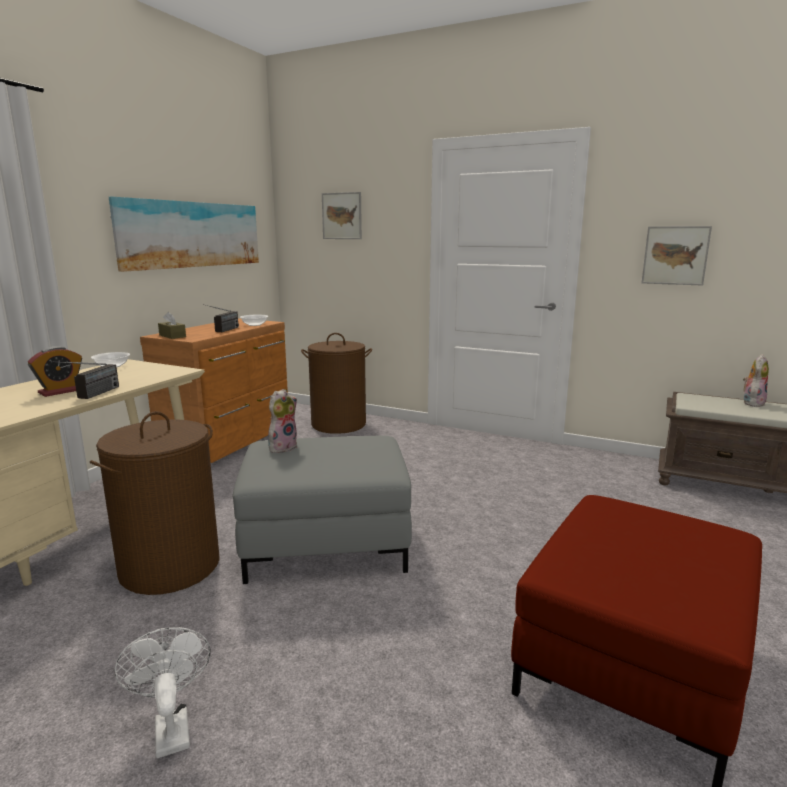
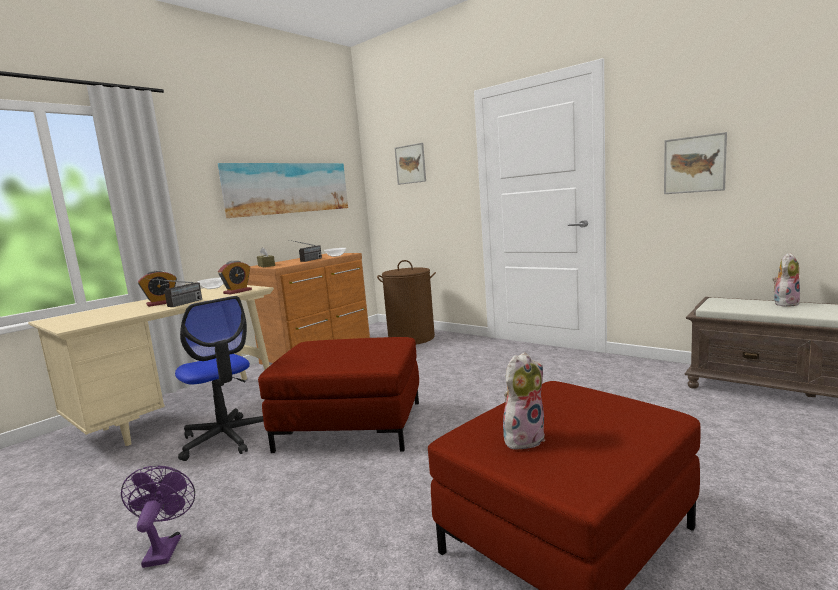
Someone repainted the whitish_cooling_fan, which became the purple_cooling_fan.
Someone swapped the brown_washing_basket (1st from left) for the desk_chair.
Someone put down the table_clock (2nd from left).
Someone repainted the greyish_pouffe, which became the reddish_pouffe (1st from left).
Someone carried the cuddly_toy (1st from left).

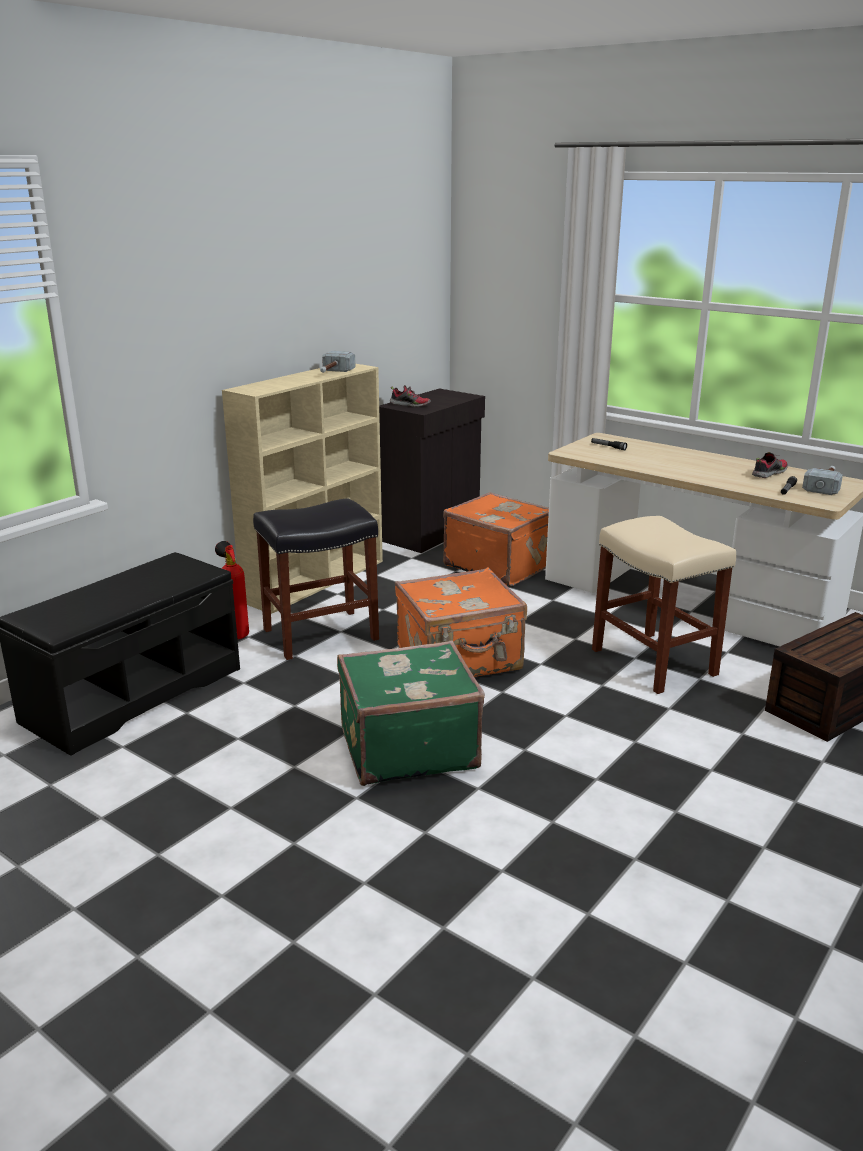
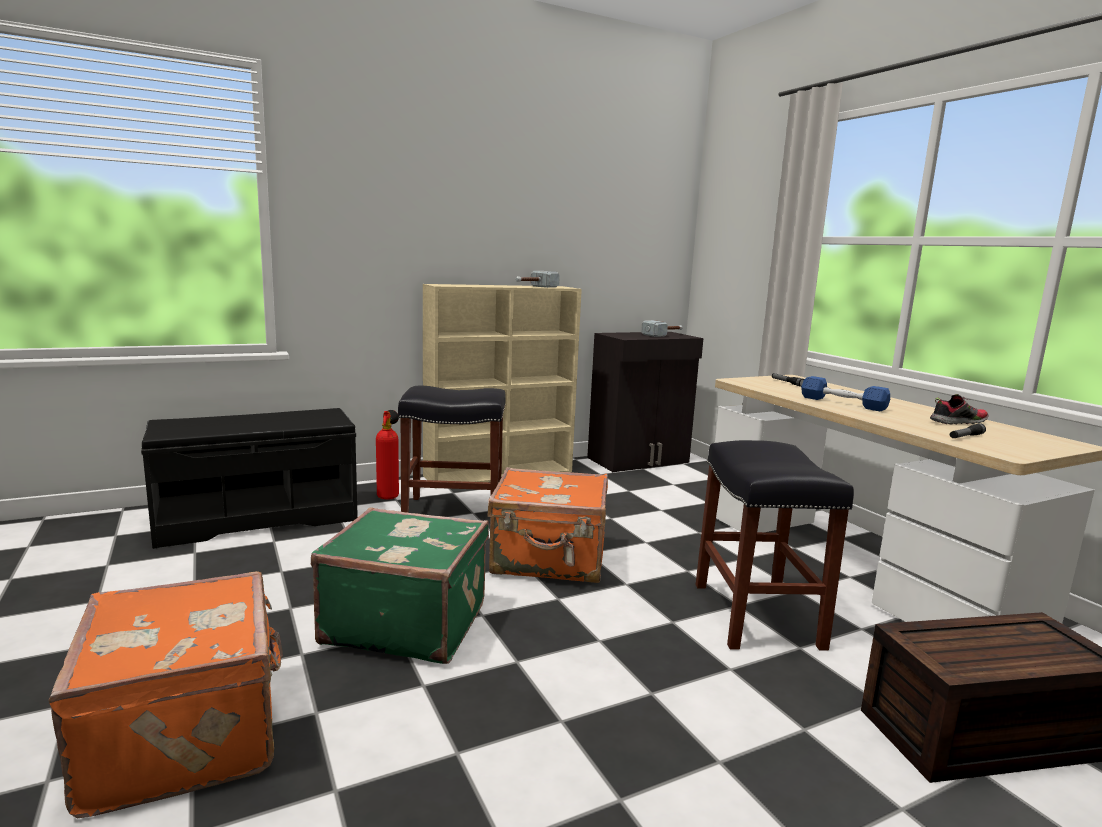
Someone carried the orange_piece_of_luggage (2nd from left in the first image).
Someone carried the tool_hammer (2nd from left).
Someone repainted the beige-coloured_stool, which became the blackish_stool (2nd from left).
Someone put down the blue_free_weight.
Someone took away the item_of_footwear (1st from left).

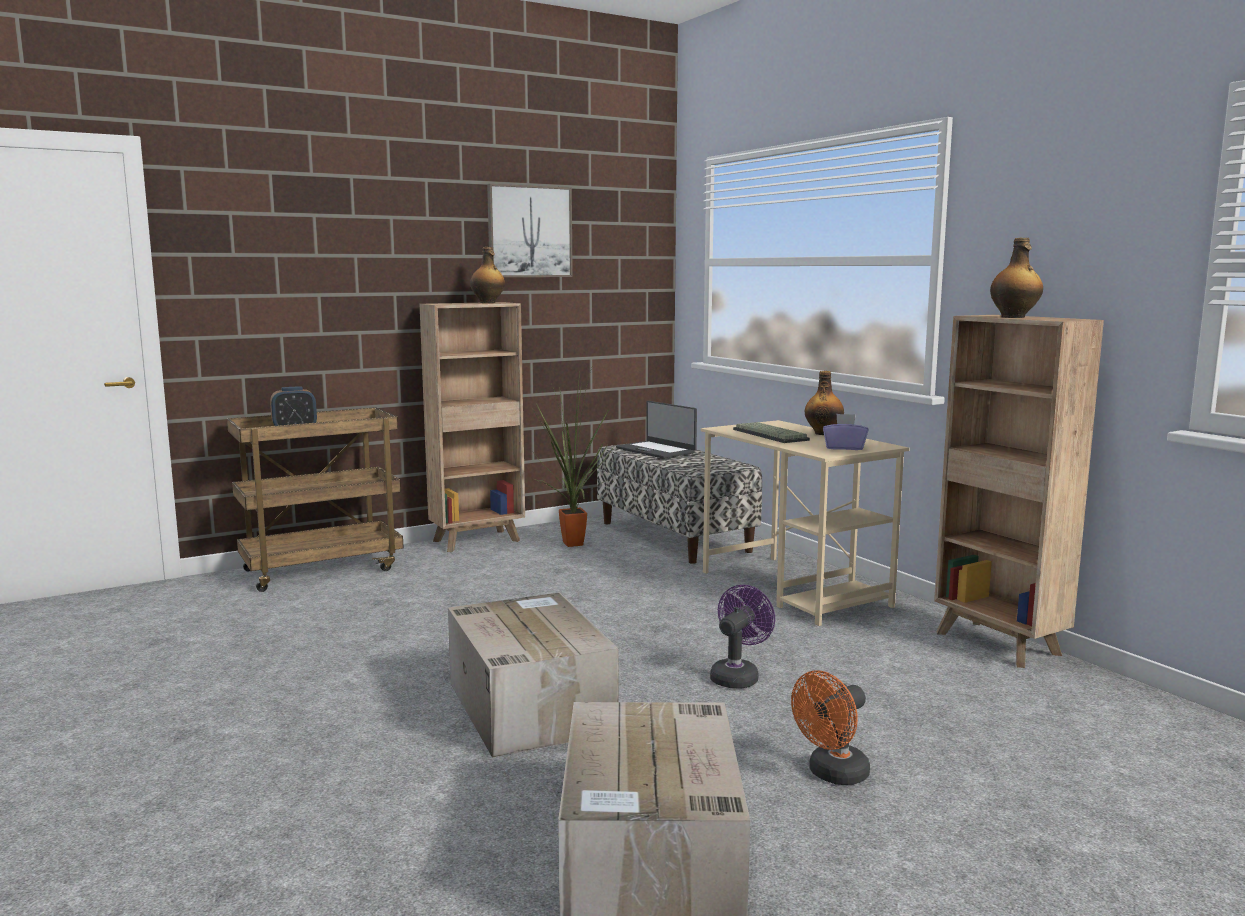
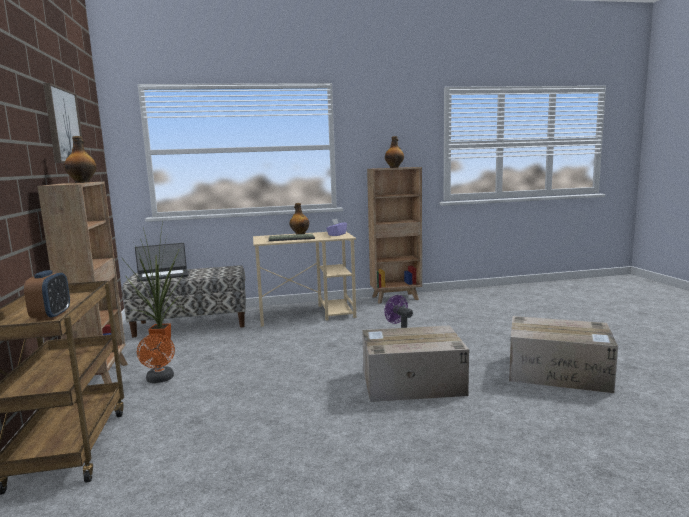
Someone carried the orange_cooling_fan.

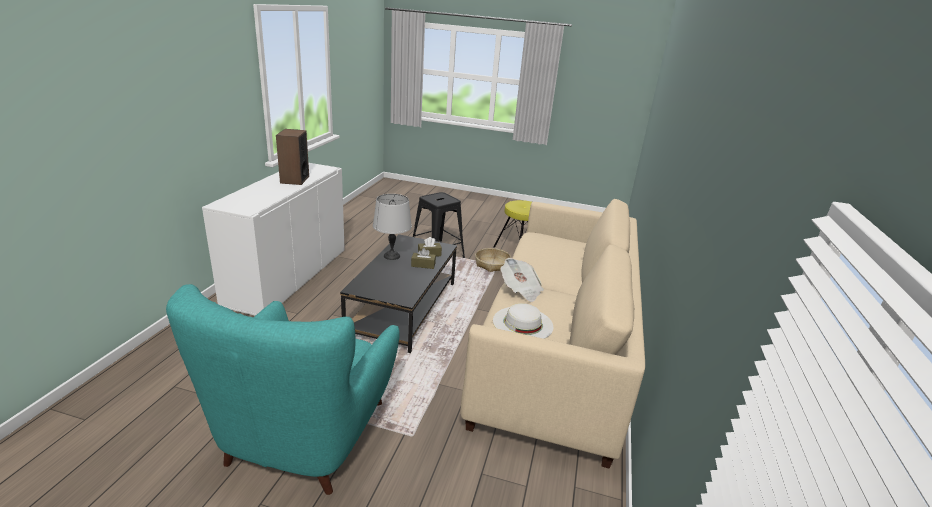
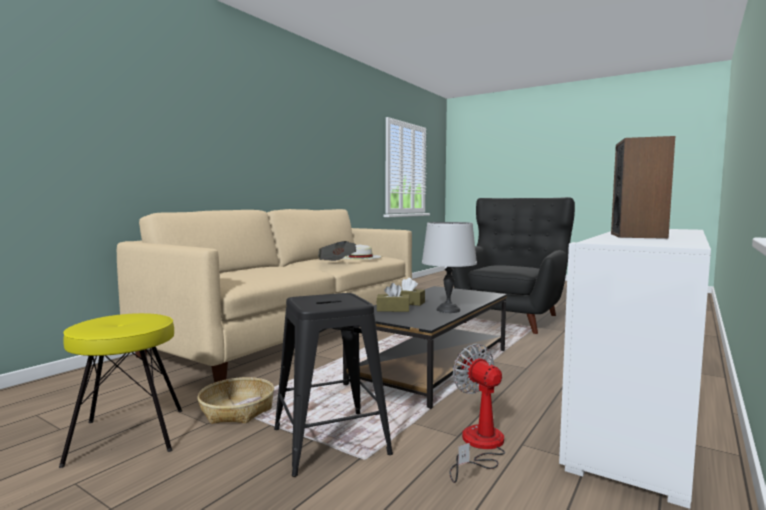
Someone put down the cooling_fan.
Someone repainted the blue-green_armchair, which became the blackish_armchair.

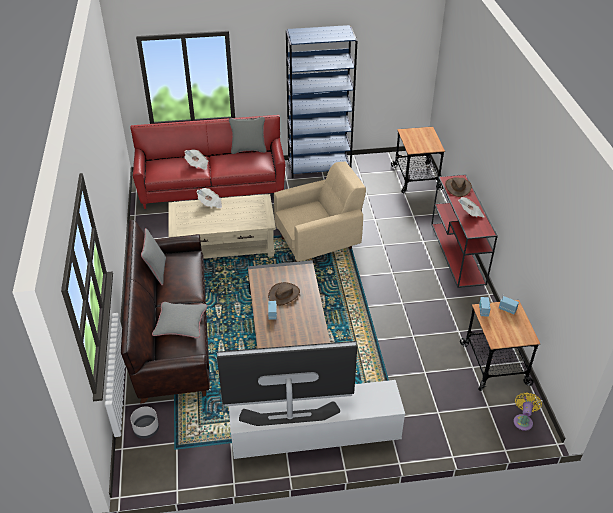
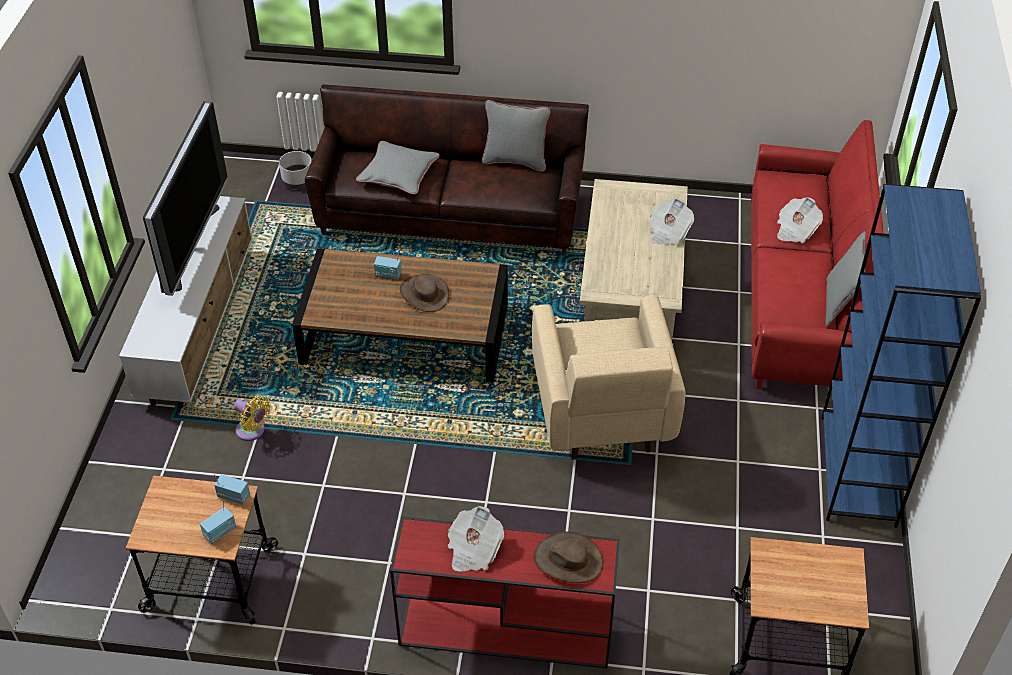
Someone carried the yellow_cooling_fan.

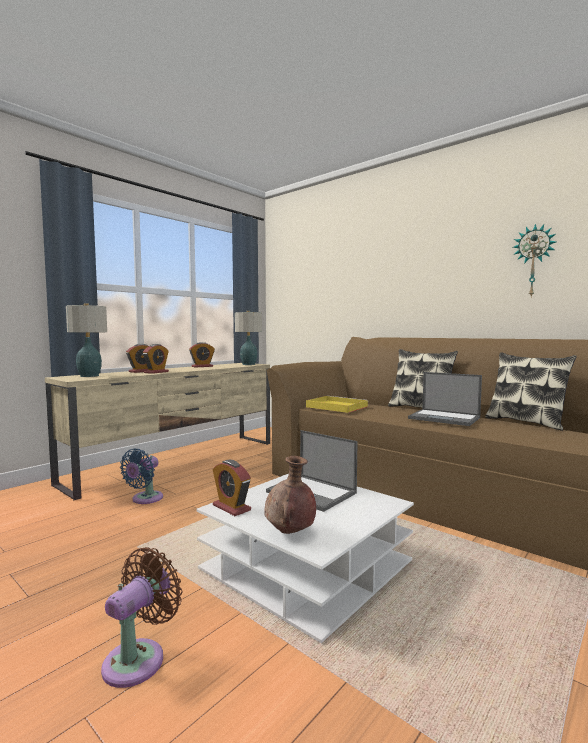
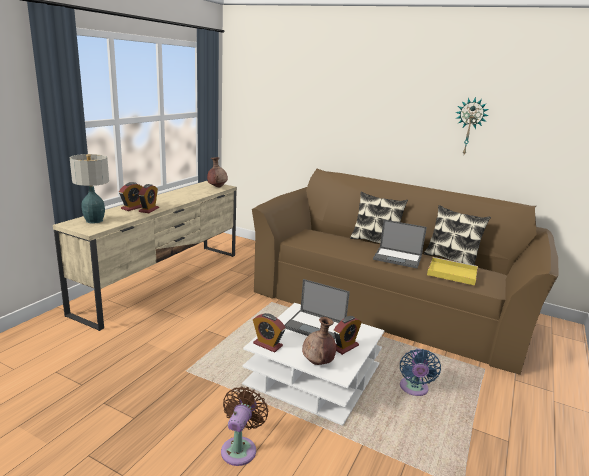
Someone swapped the table_lamp (2nd from left) for the brown_flower_vase (1st from left).
Someone carried the table_clock (3rd from left in the first image).
Someone carried the blue_cooling_fan.
Someone carried the yellow_carrying_tray.

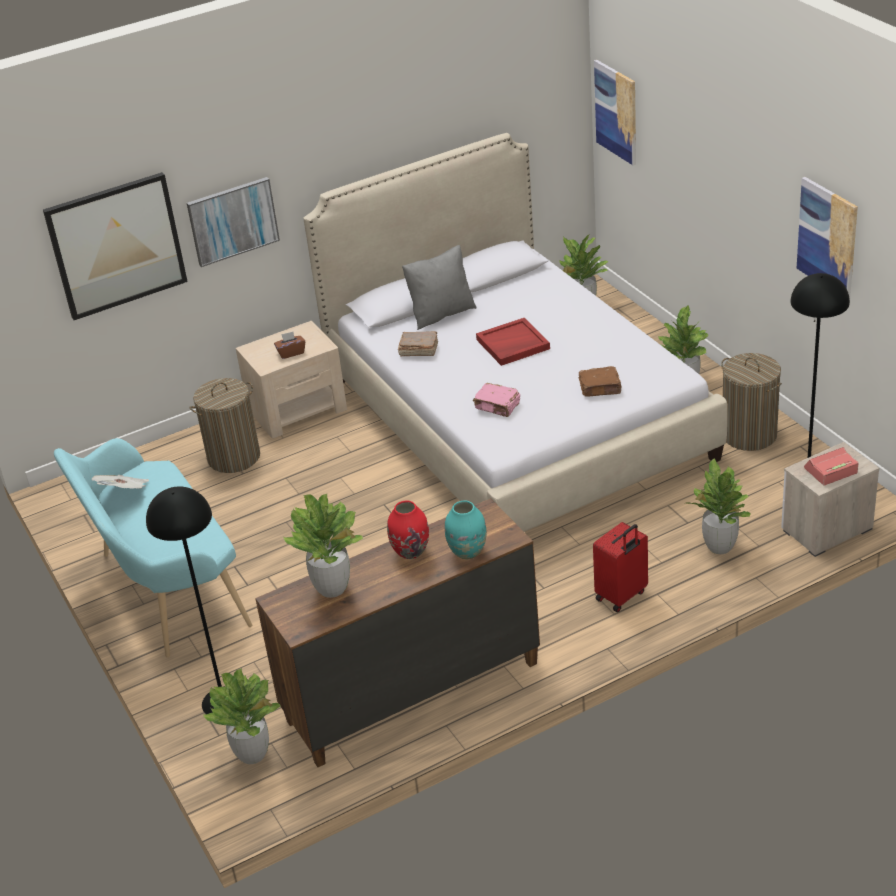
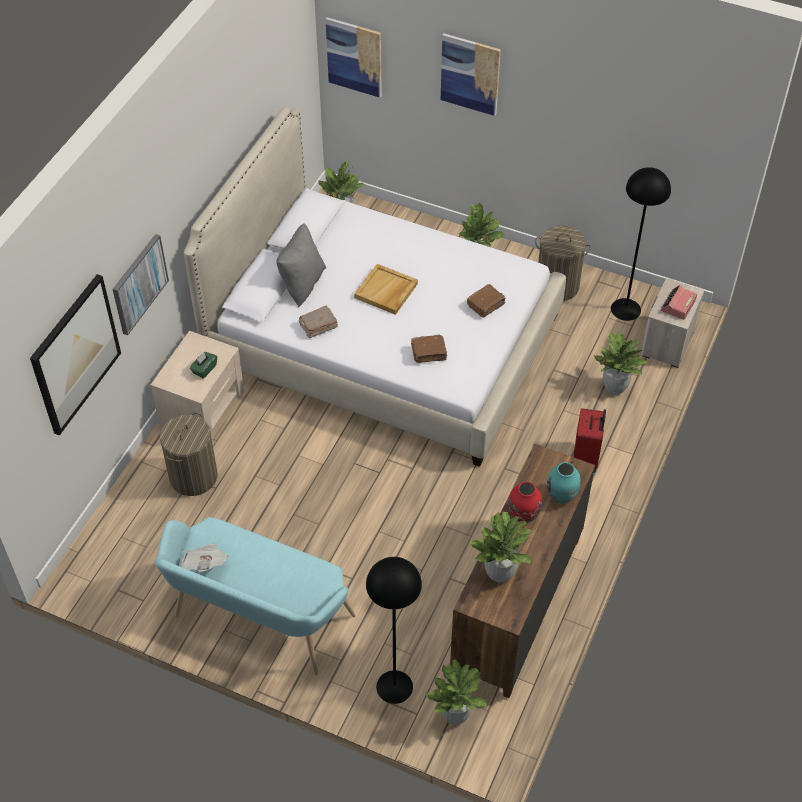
Someone repainted the brown_tissue_box, which became the greenish_tissue_box.
Someone repainted the reddish_carrying_tray, which became the beige-coloured_carrying_tray.
Someone repainted the pinkish_volume, which became the brown_volume (2nd from left).
Someone carried the wall_art (4th from left).

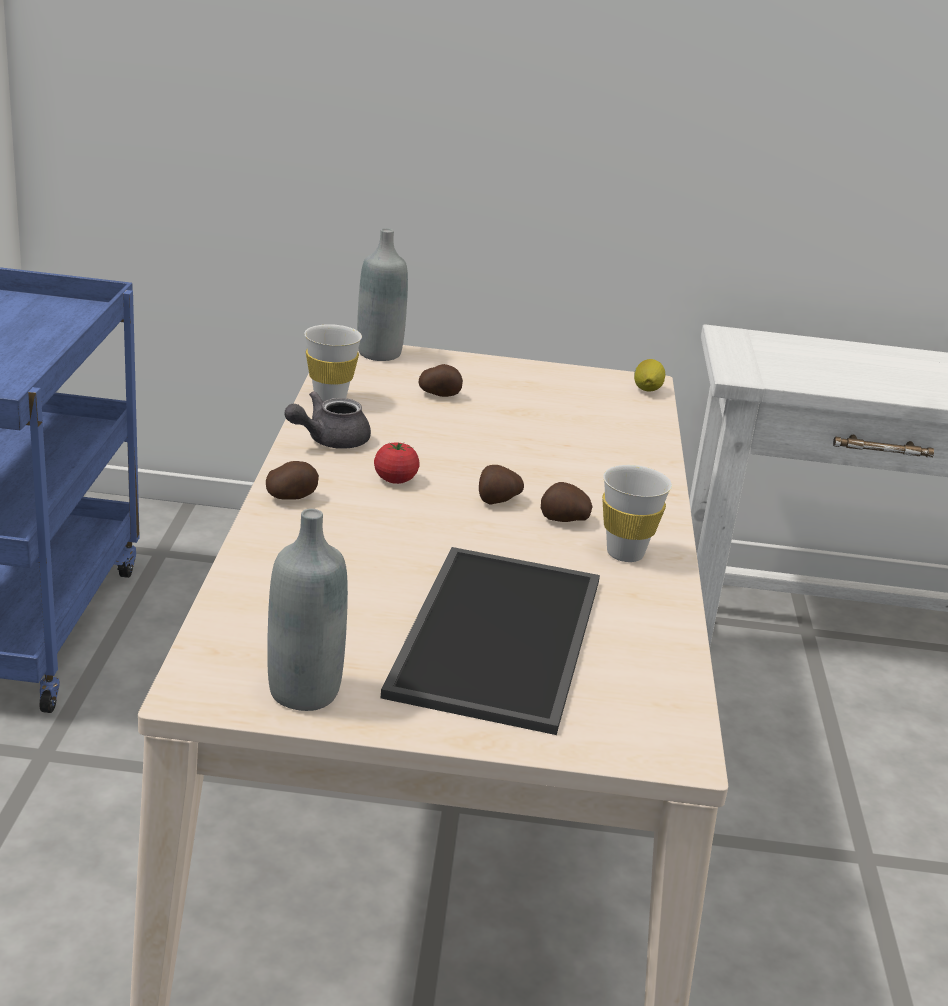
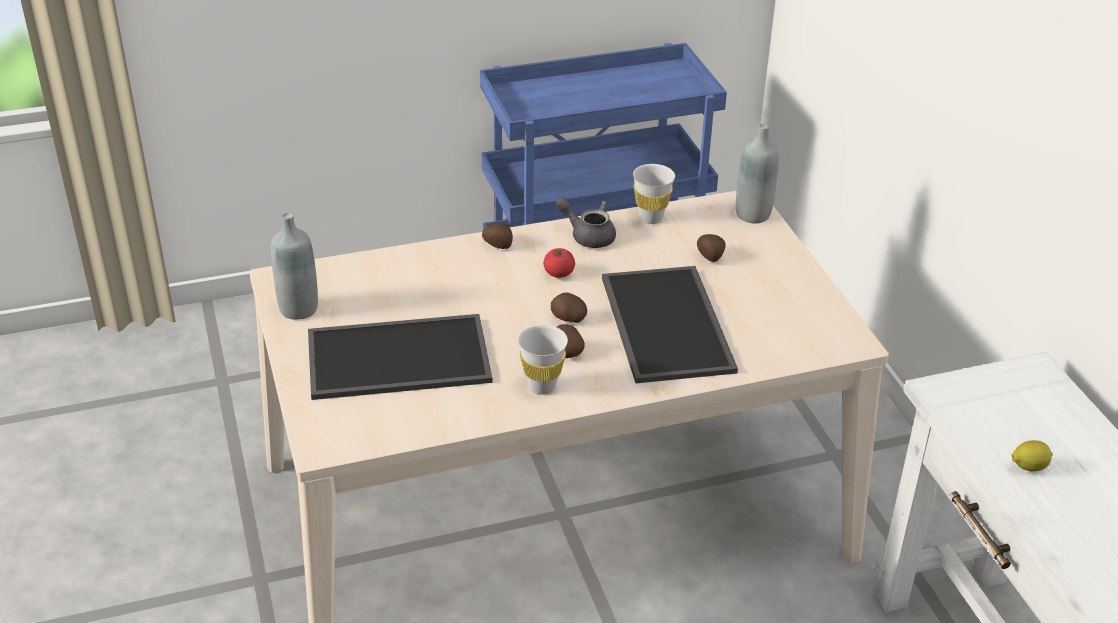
Someone put down the carrying_tray (2nd from left).
Someone carried the lemon.

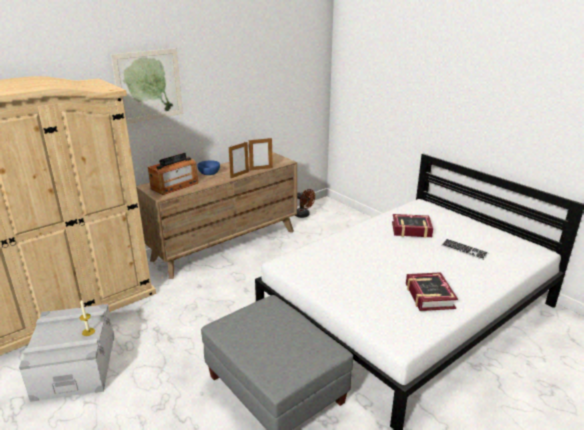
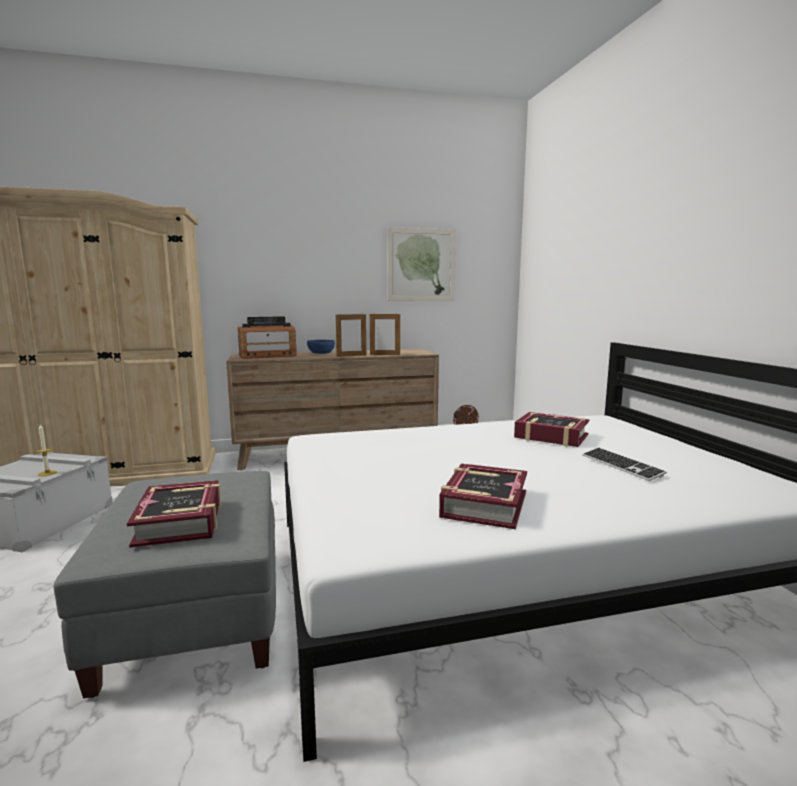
Someone put down the volume (1st from left).
Someone carried the wall_art.

